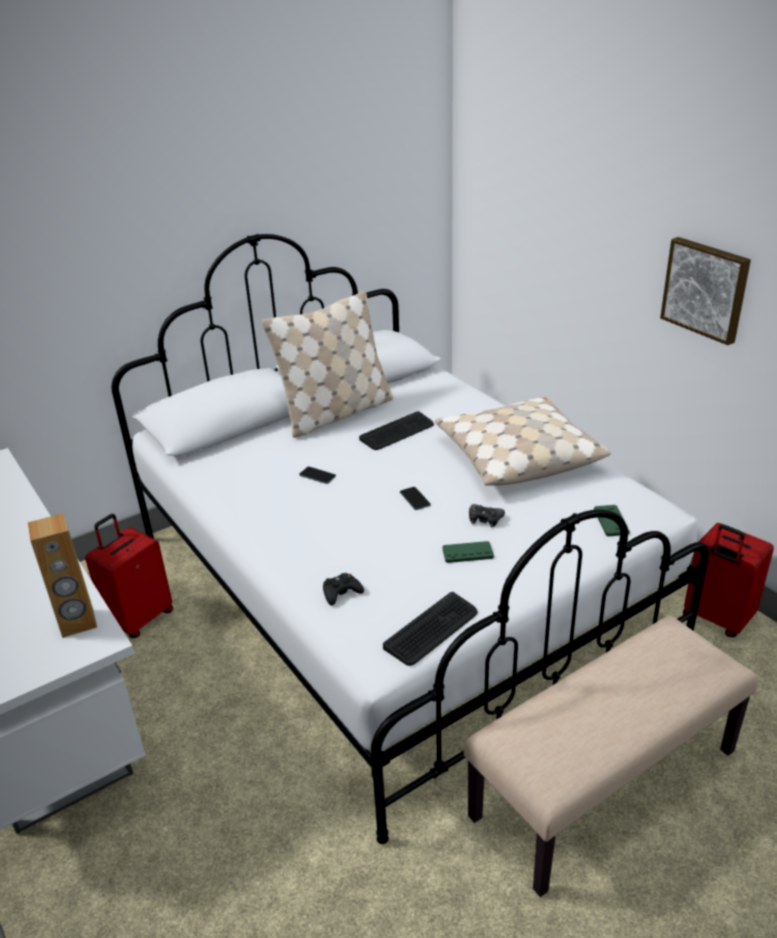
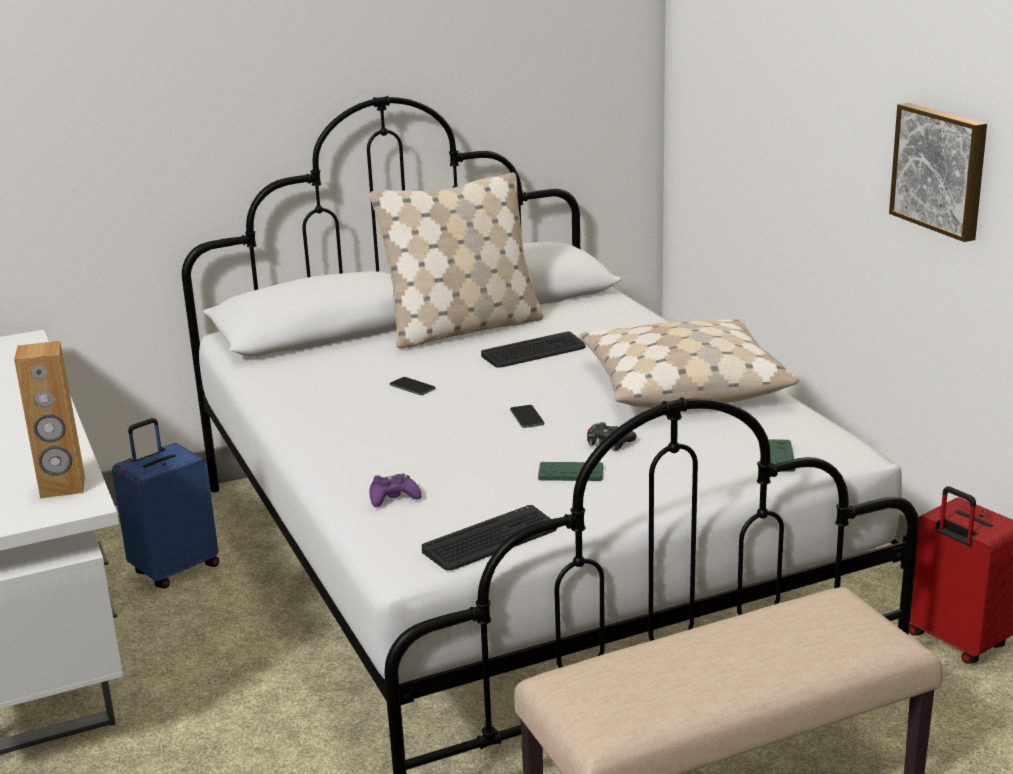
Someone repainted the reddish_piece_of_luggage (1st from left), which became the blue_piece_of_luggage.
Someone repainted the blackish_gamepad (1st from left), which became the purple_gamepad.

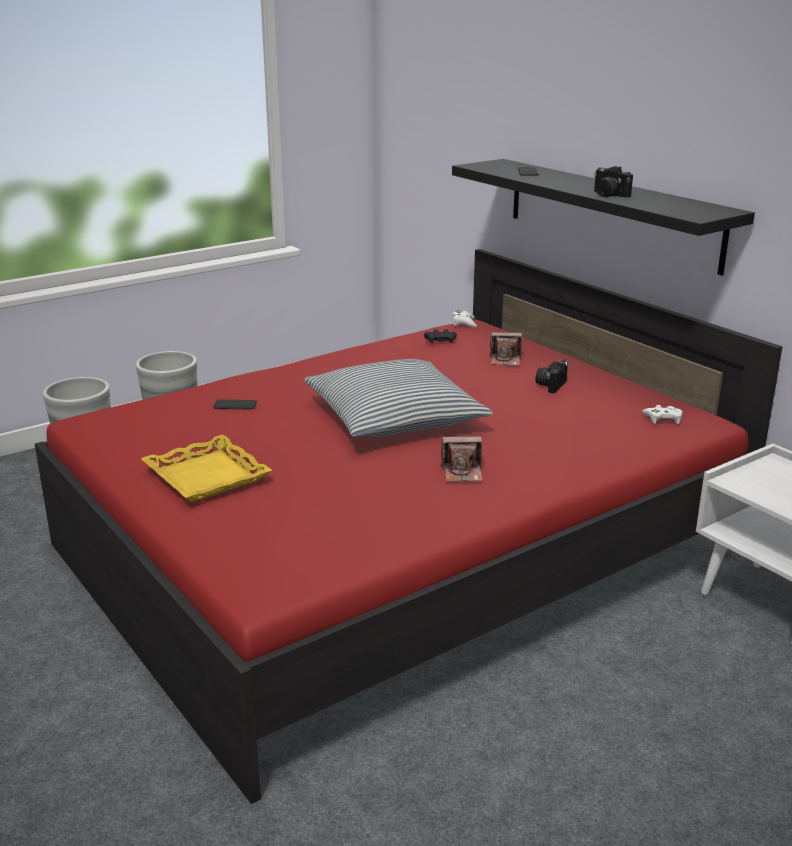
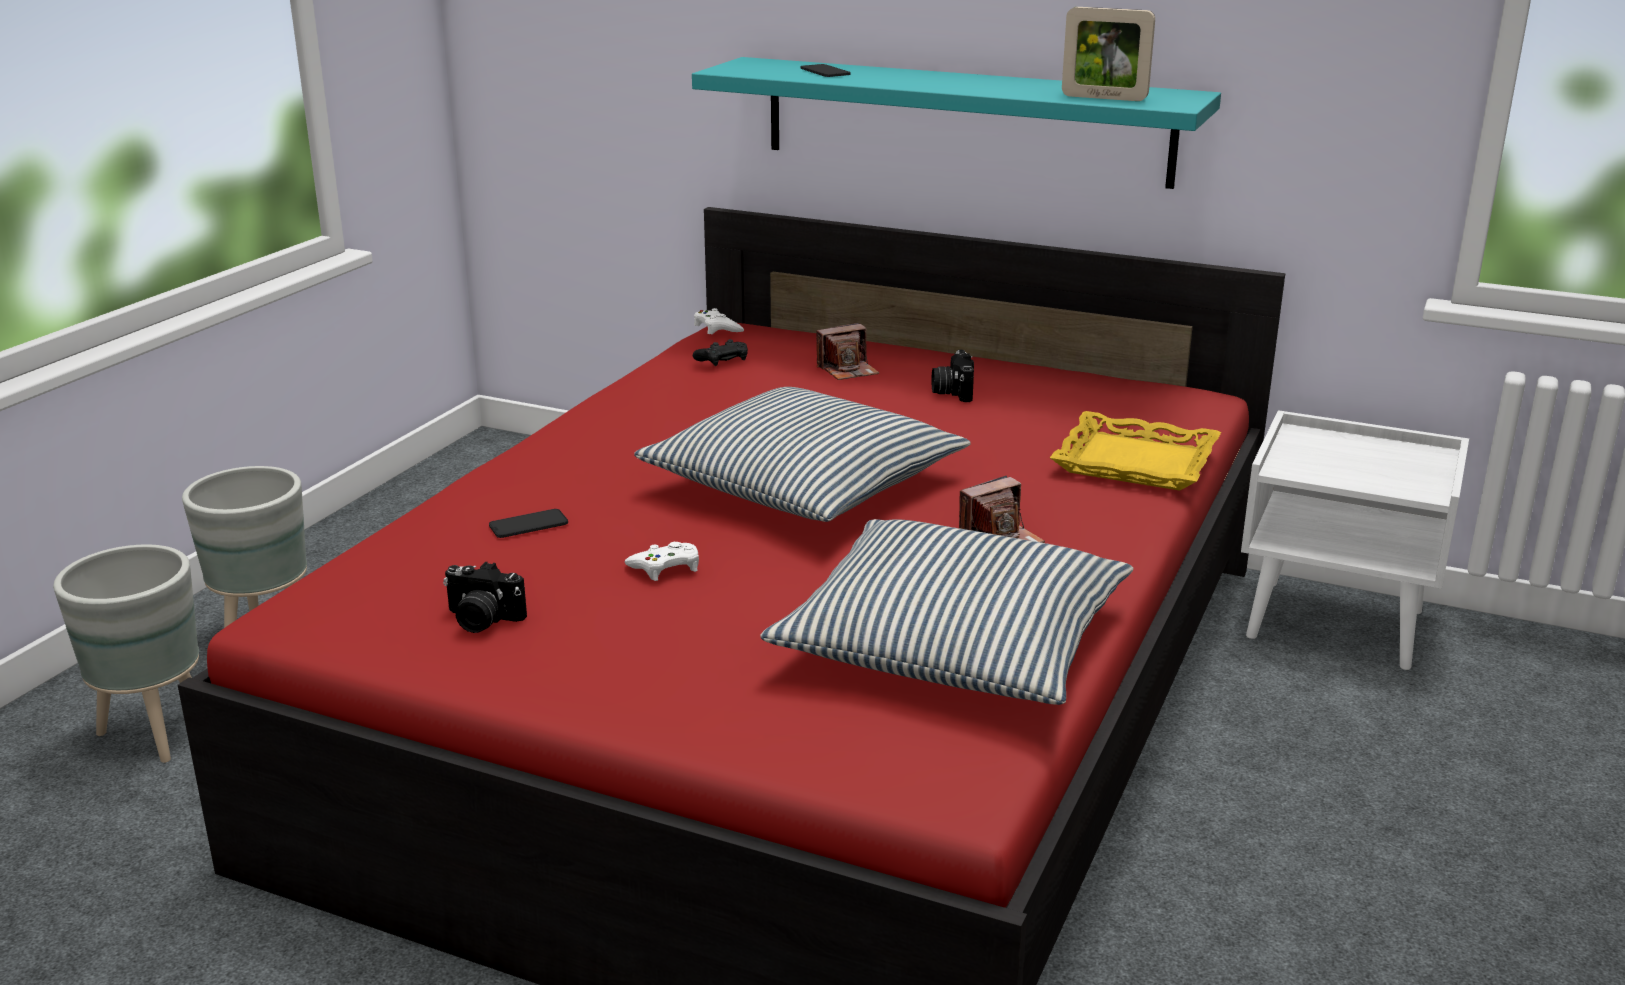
Someone carried the photo_camera (4th from left in the first image).
Someone carried the whitish_gamepad (2nd from left in the first image).
Someone repainted the blackish_wall_shelf, which became the blue-green_wall_shelf.
Someone put down the pillow (2nd from left).
Someone carried the yellow_carrying_tray.
Someone put down the picture_frame.

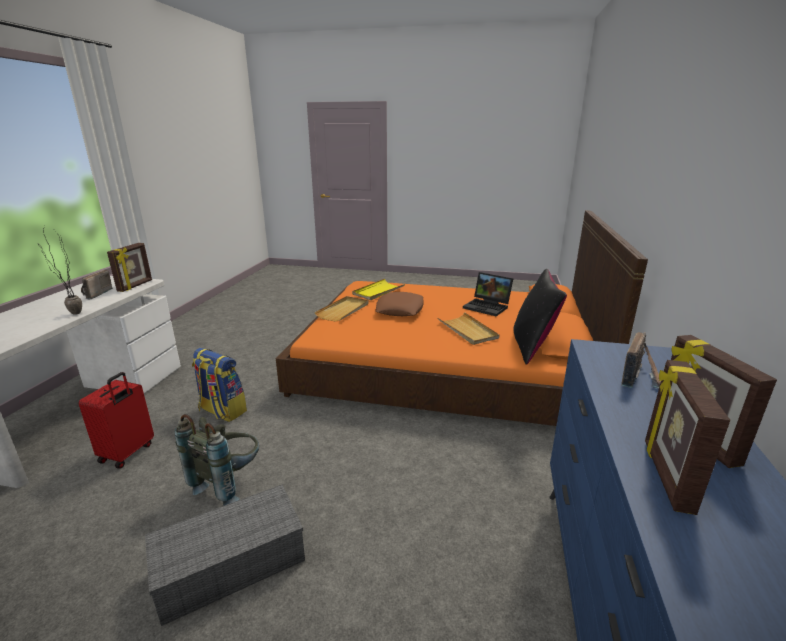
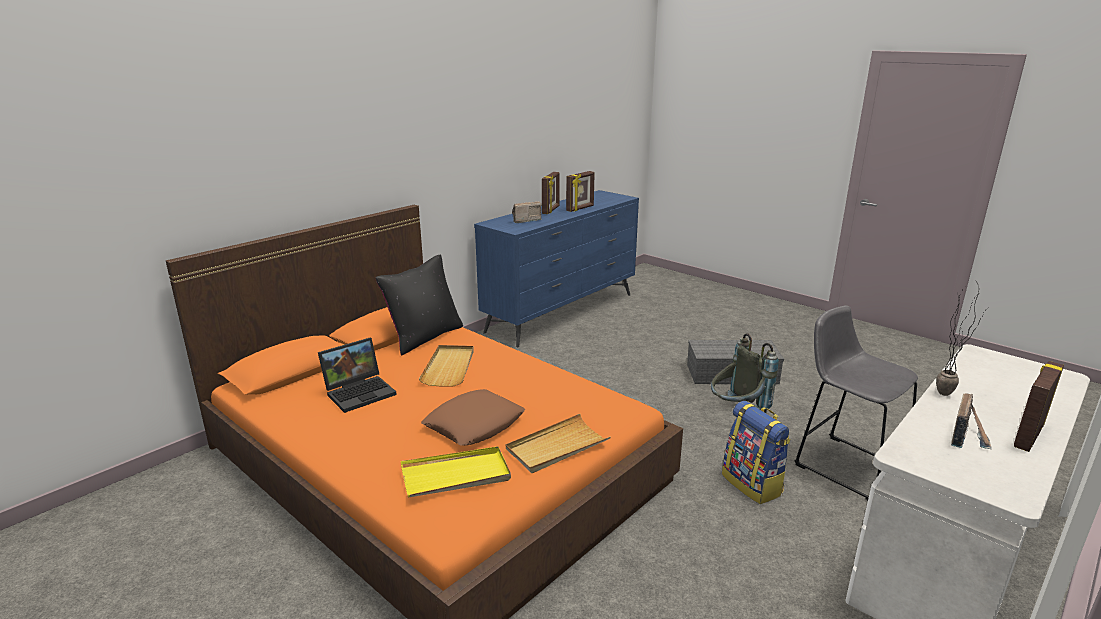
Someone rotated the portable_computer by 75 degrees clockwise.
Someone swapped the reddish_piece_of_luggage for the greyish_stool.
Someone carried the picture_frame (1st from left in the first image).

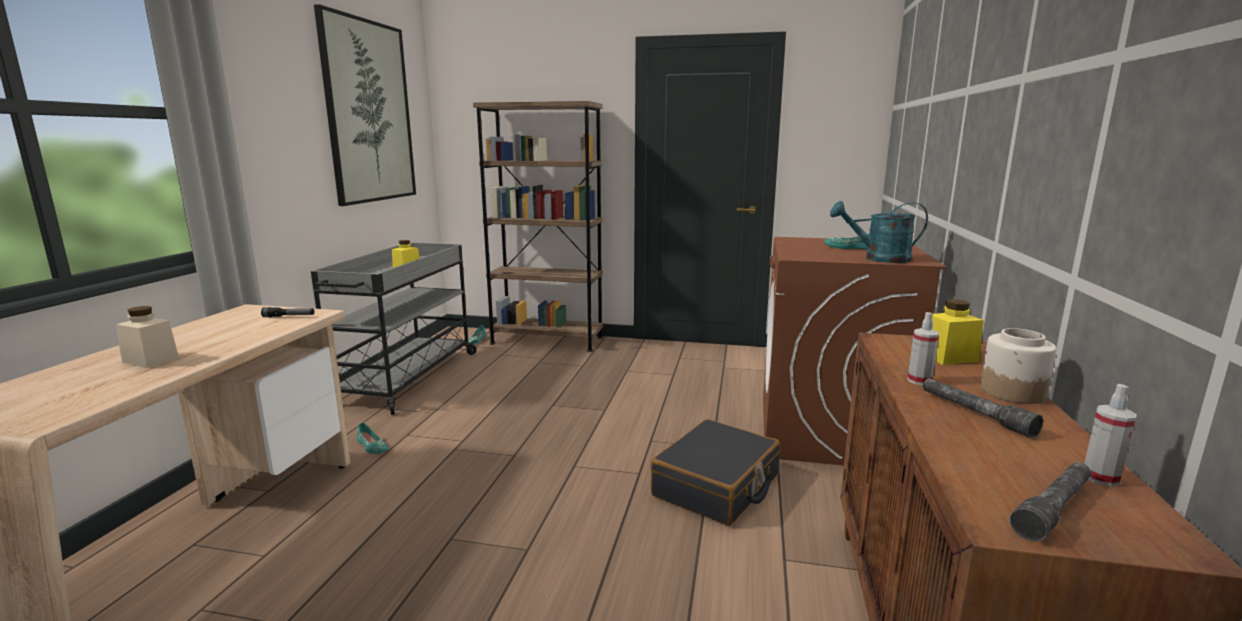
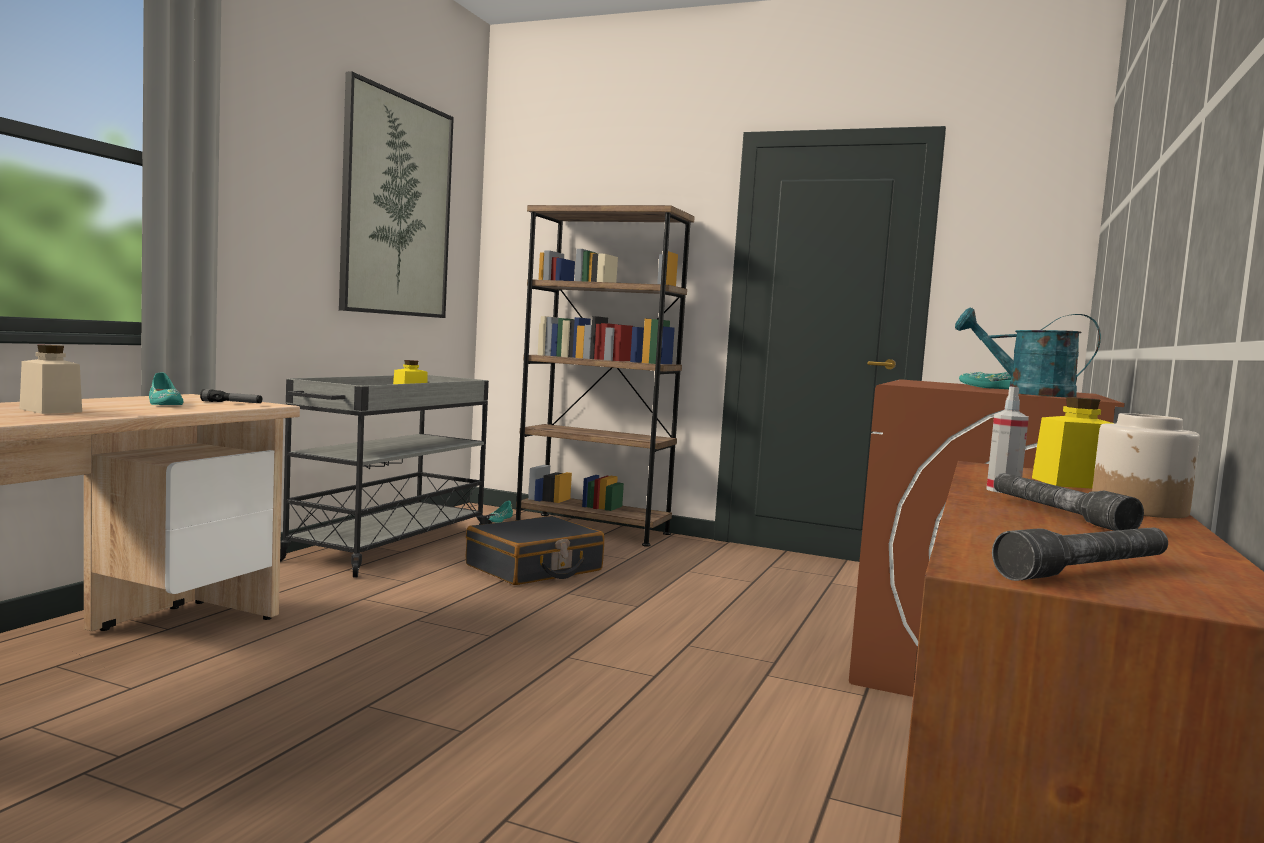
Someone carried the blue-green_item_of_footwear (1st from left).
Someone carried the blackish_piece_of_luggage.
Someone took away the sprayer (2nd from left).

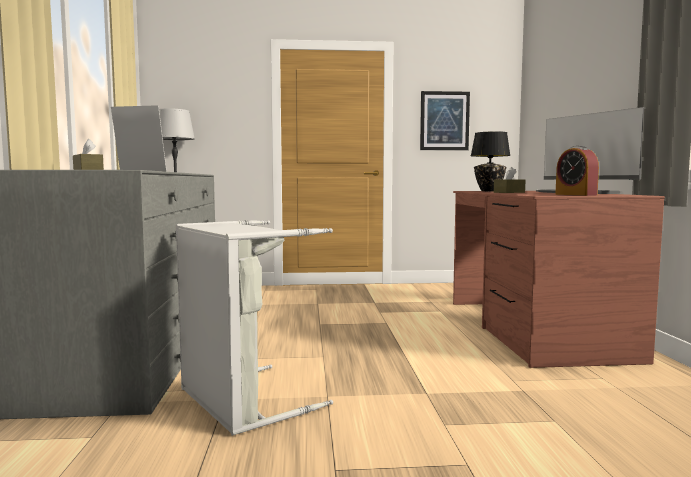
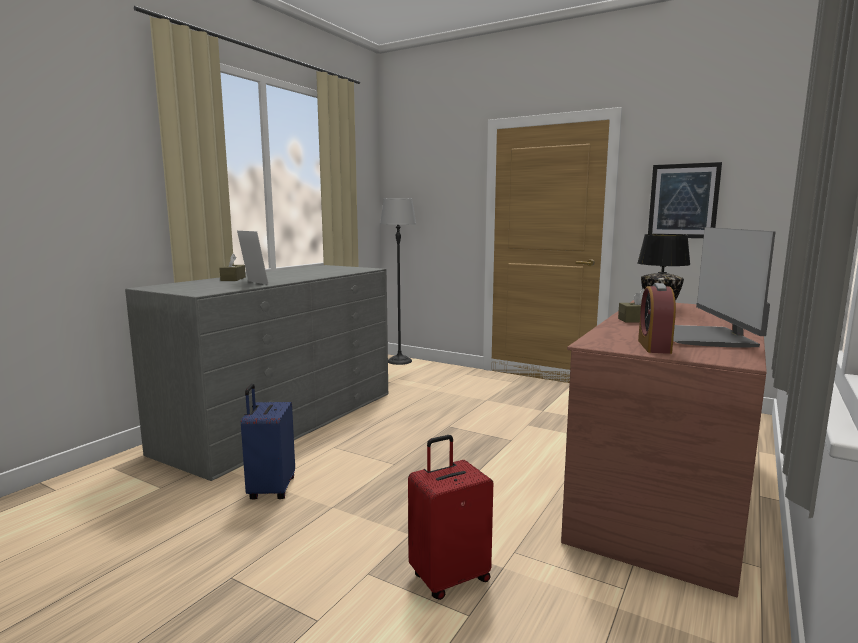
Someone swapped the greyish_washing_basket for the blue_piece_of_luggage.
Someone put down the reddish_piece_of_luggage.

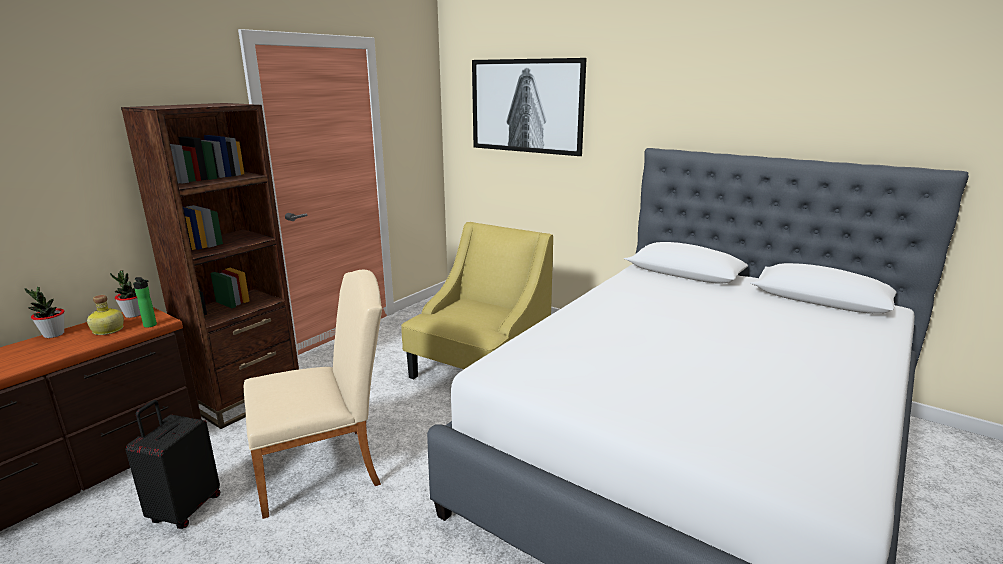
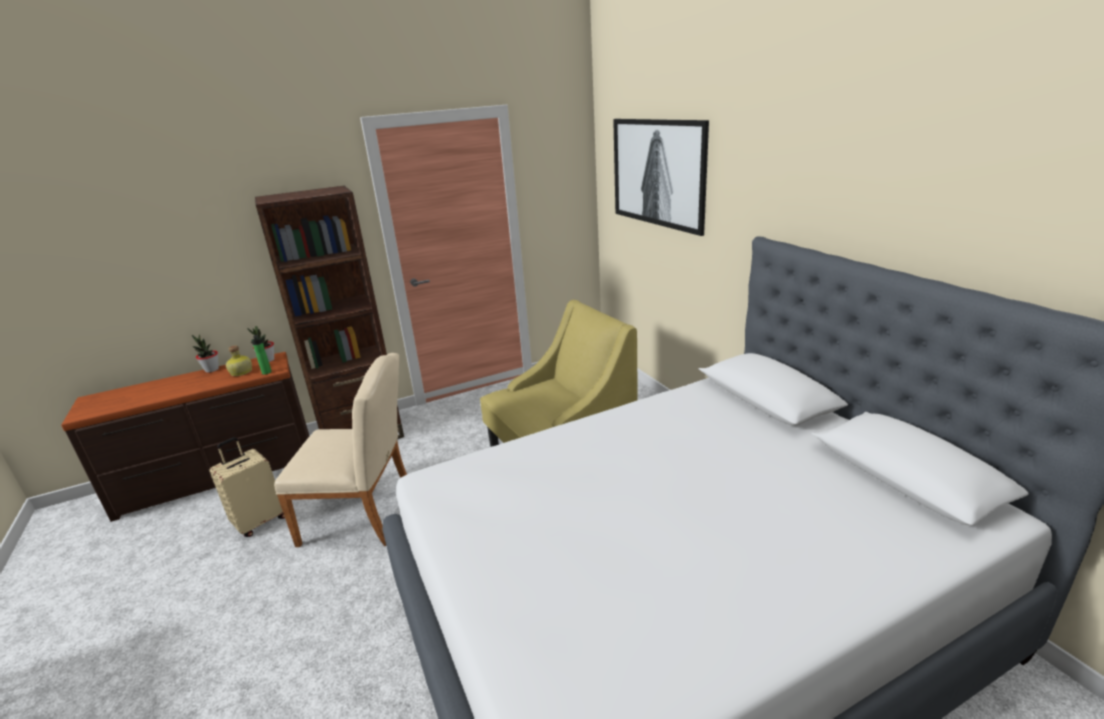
Someone repainted the blackish_piece_of_luggage, which became the beige-coloured_piece_of_luggage.

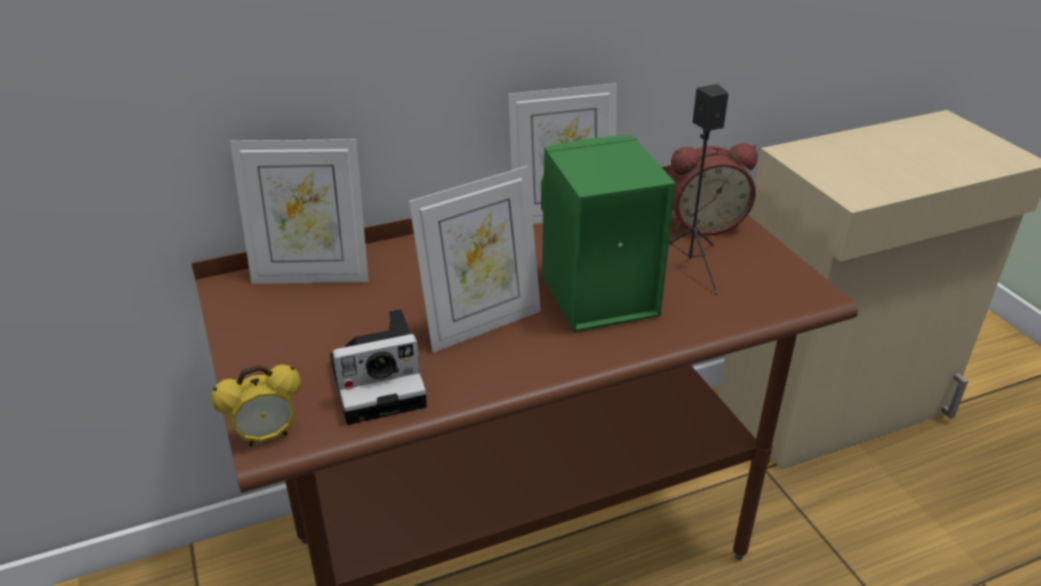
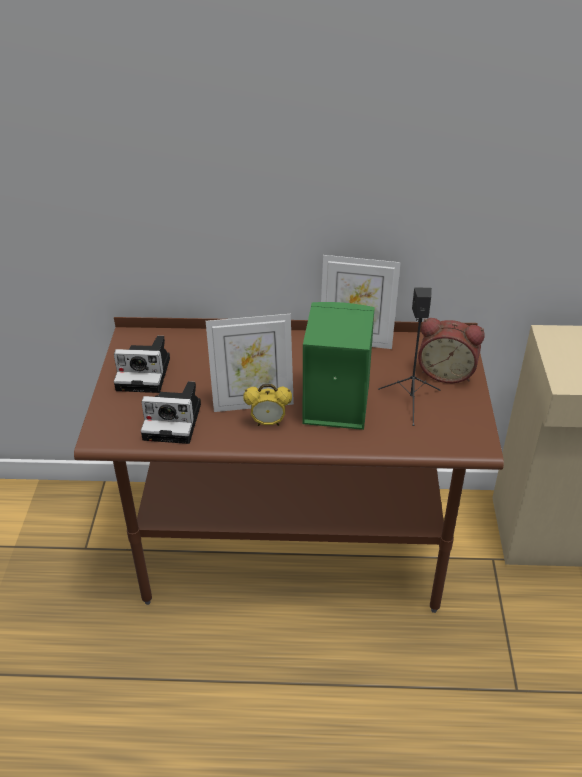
Someone put down the photo_camera (1st from left).
Someone carried the table_clock (1st from left).
Someone took away the picture_frame (1st from left).

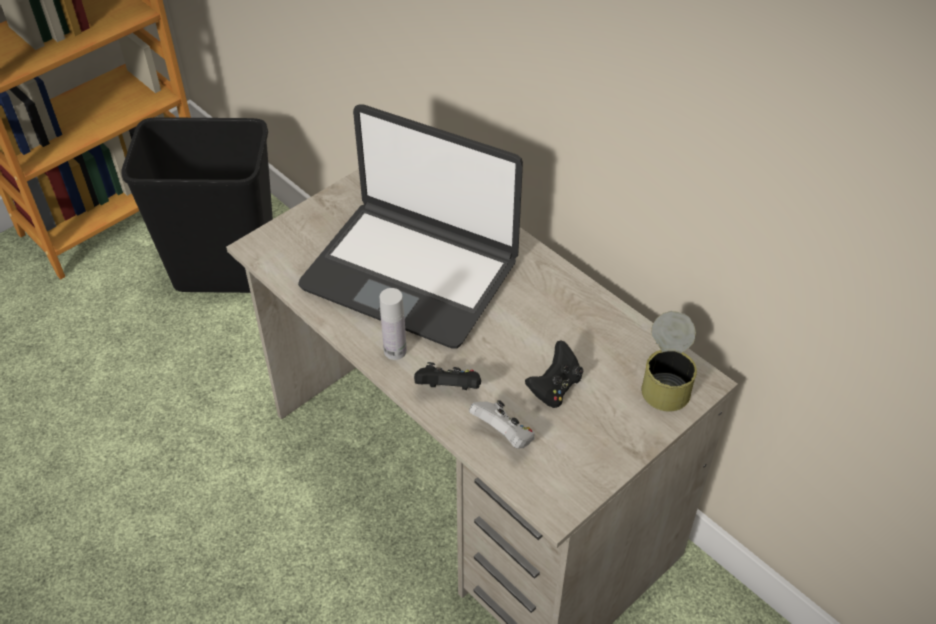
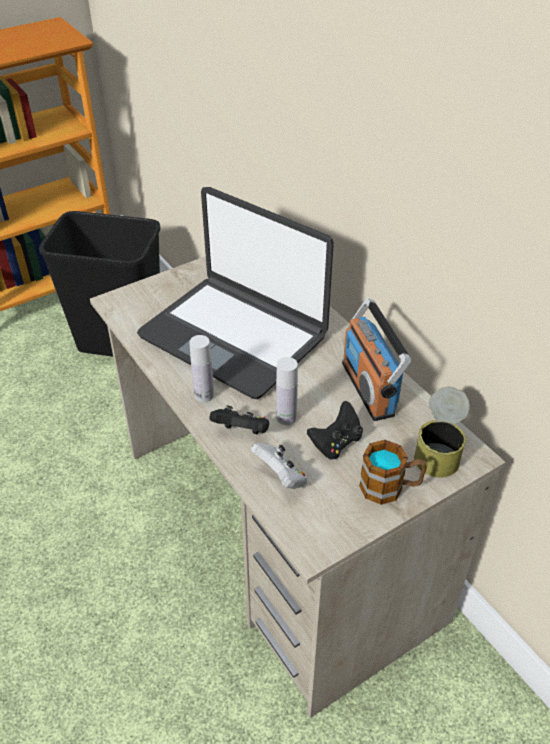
Someone put down the whitish_drink_bottle (2nd from left).
Someone put down the radio.
Someone put down the tea_mug.

